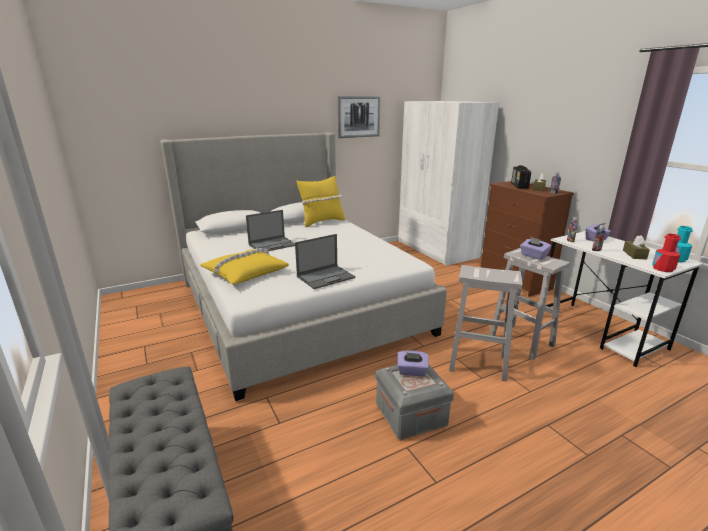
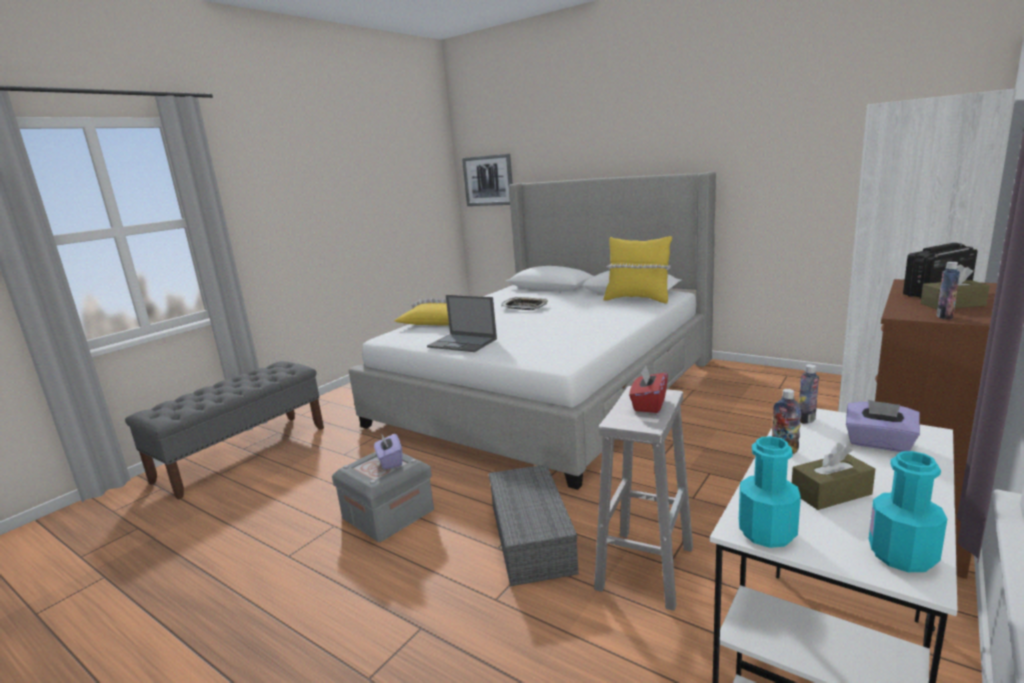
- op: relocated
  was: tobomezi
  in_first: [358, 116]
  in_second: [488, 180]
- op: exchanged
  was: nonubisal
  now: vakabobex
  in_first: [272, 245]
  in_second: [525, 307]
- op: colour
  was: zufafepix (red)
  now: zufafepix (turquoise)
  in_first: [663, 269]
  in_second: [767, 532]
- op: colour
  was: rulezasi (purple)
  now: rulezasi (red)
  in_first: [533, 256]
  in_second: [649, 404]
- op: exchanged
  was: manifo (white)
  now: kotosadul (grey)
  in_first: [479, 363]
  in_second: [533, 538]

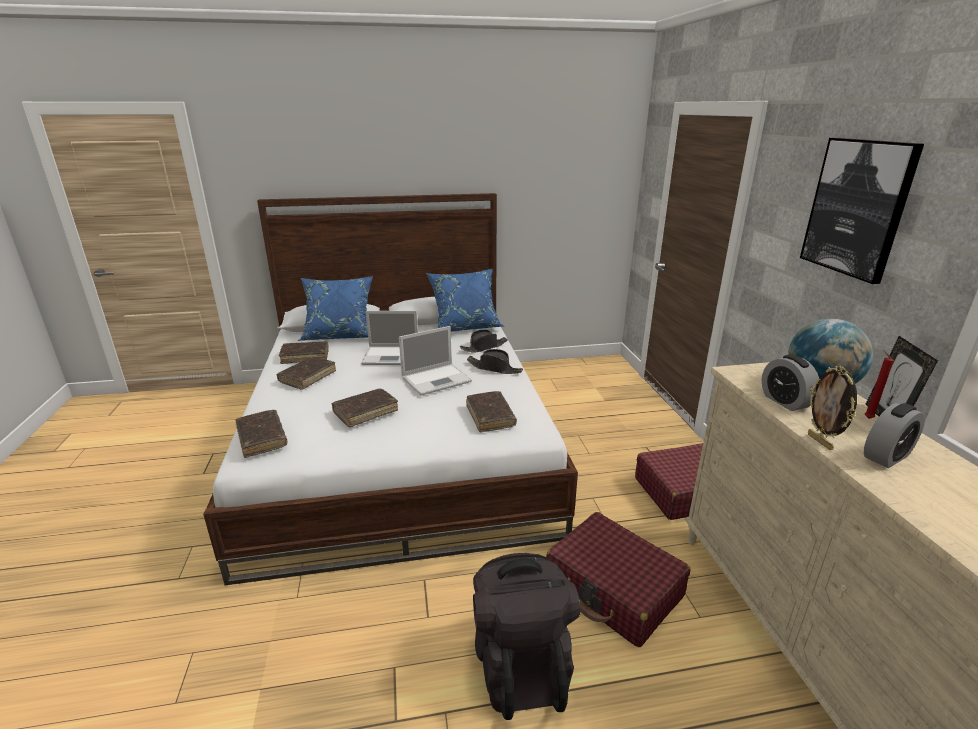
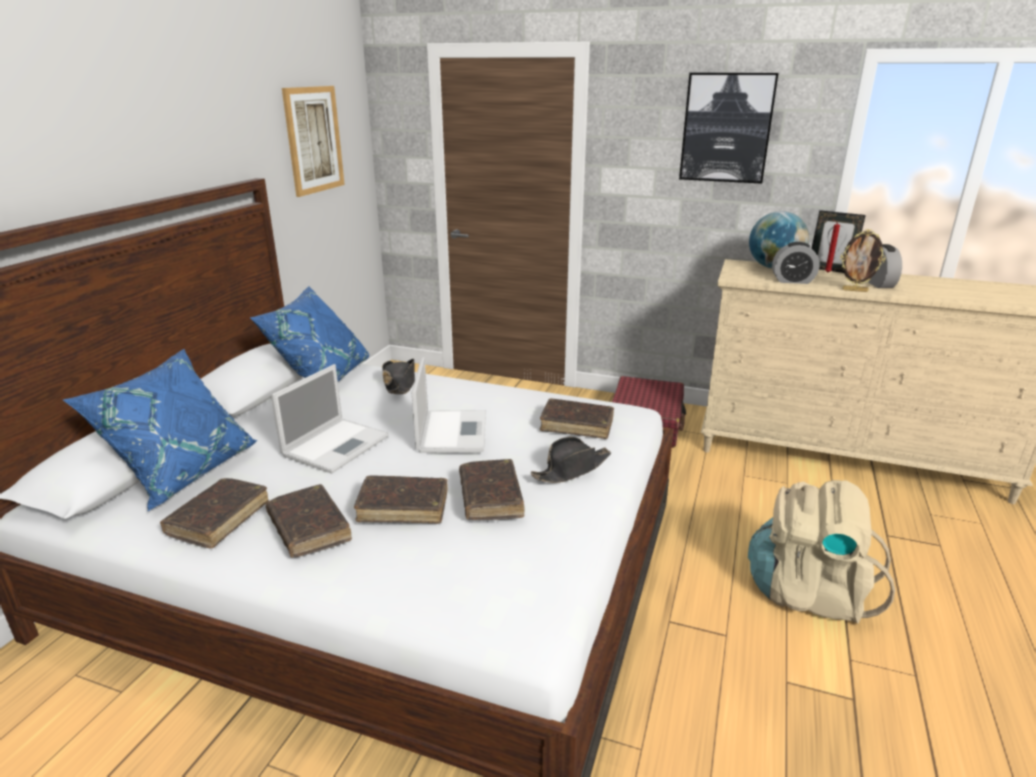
- op: relocated
  was: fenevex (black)
  in_first: [494, 368]
  in_second: [572, 469]
- op: relocated
  was: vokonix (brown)
  in_first: [262, 438]
  in_second: [403, 507]
- op: missing
  was: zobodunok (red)
  in_first: [614, 589]
- op: colour
  was: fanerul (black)
  now: fanerul (beige)
  in_first: [520, 665]
  in_second: [808, 592]
- op: appeared
  now: tobomezi
  in_second: [314, 140]

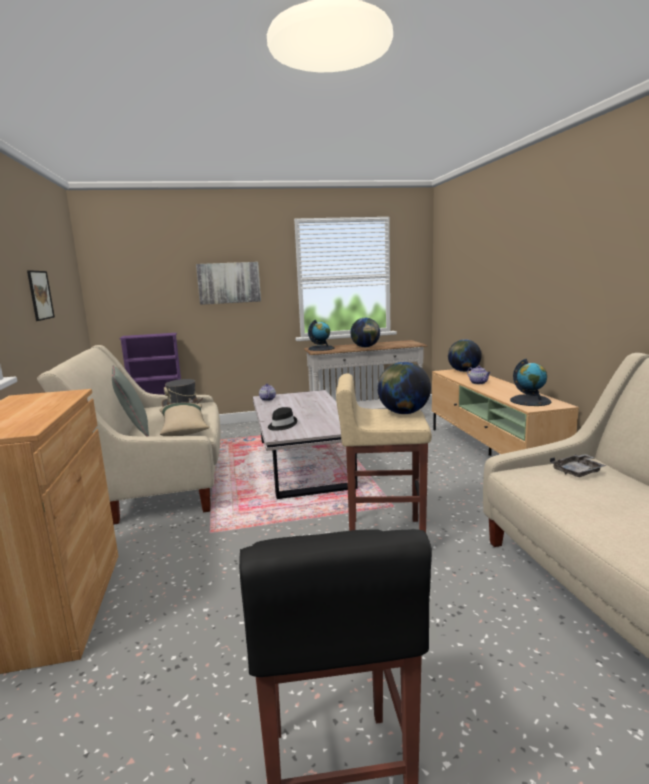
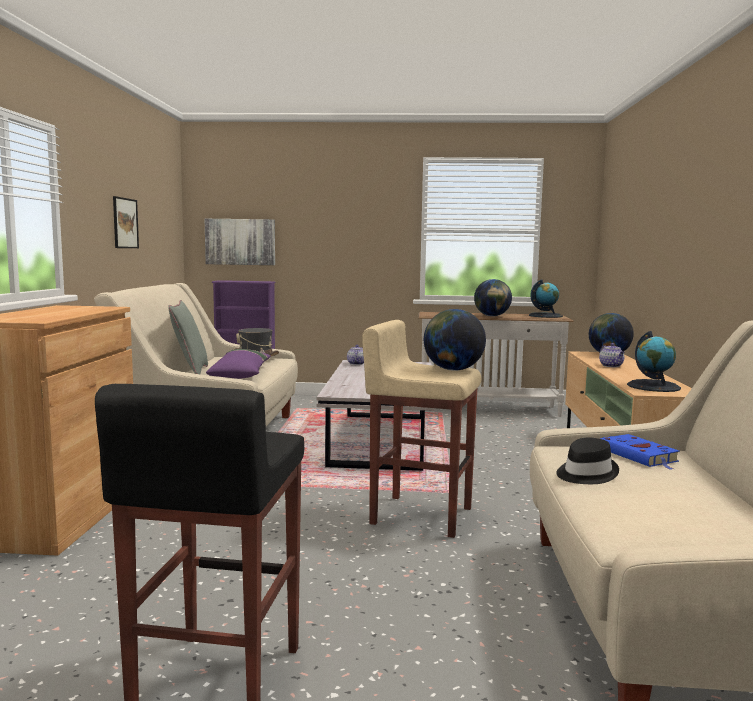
- op: relocated
  was: tobomezi
  in_first: [229, 283]
  in_second: [240, 242]
- op: relocated
  was: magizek
  in_first: [321, 348]
  in_second: [545, 316]
- op: colour
  was: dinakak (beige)
  now: dinakak (purple)
  in_first: [184, 427]
  in_second: [241, 374]
- op: relocated
  was: fenevex (black)
  in_first: [282, 425]
  in_second: [585, 474]
- op: exchanged
  was: vakabobex (grey)
  now: vokonix (blue)
  in_first: [578, 471]
  in_second: [639, 456]

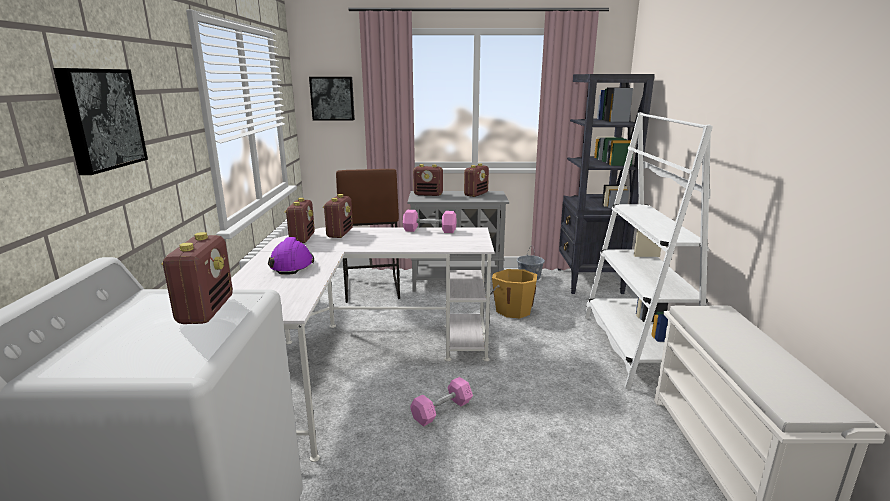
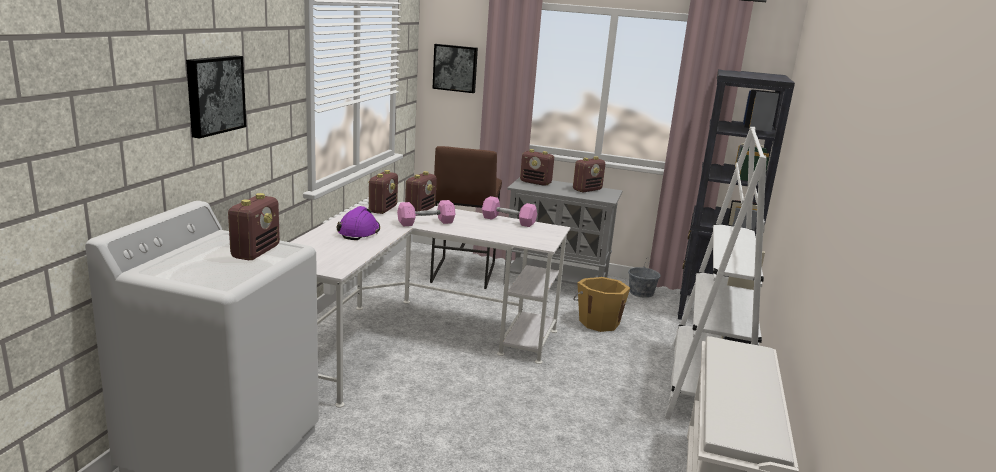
- op: relocated
  was: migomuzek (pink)
  in_first: [442, 410]
  in_second: [426, 222]

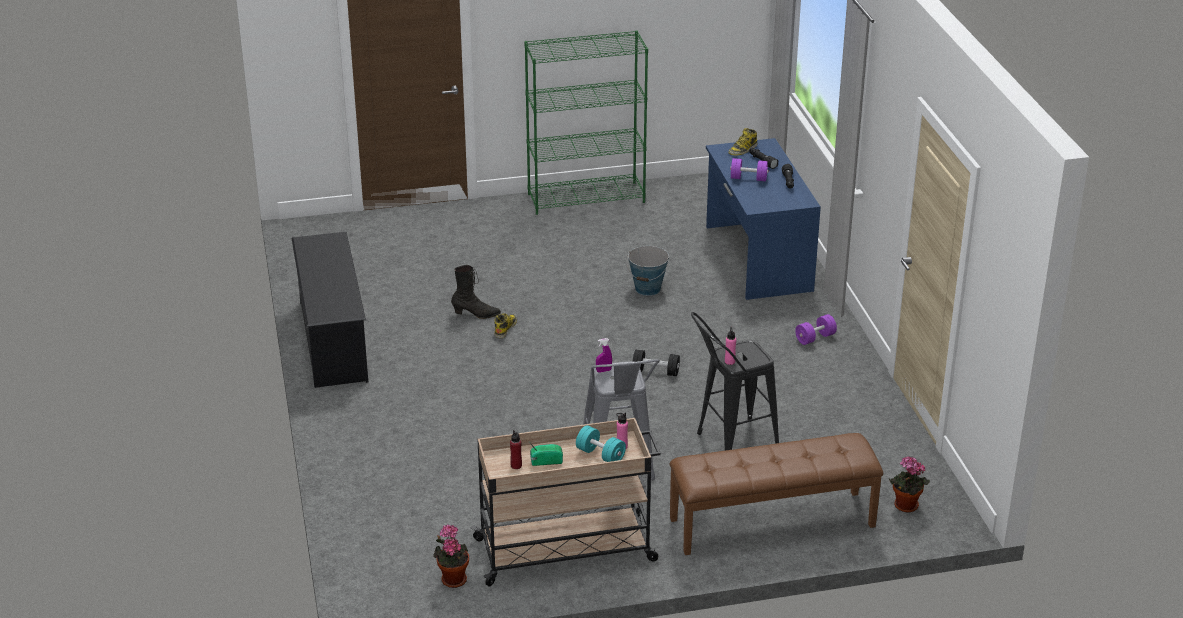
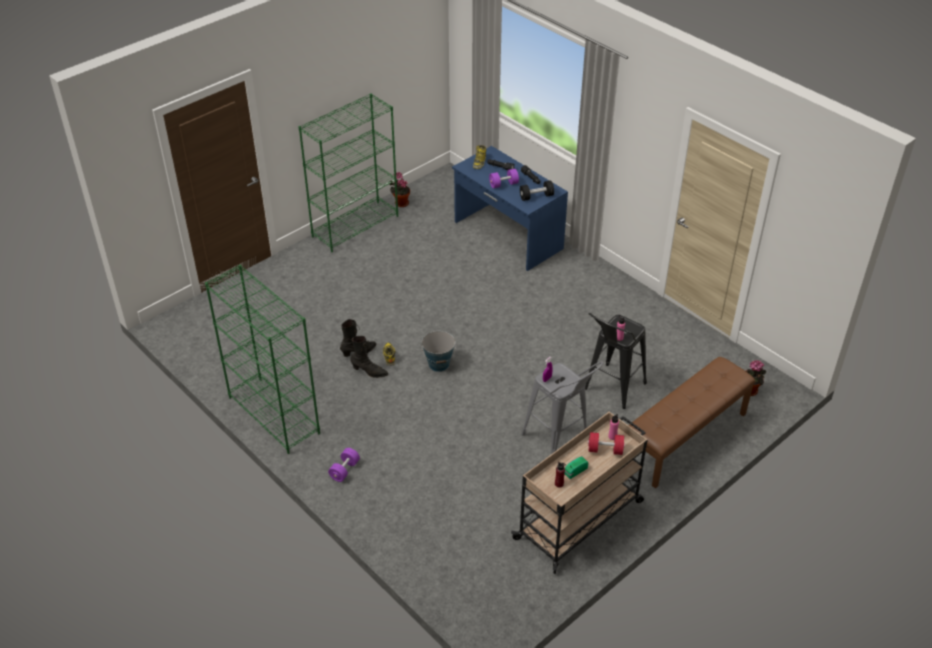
- op: exchanged
  was: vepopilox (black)
  now: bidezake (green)
  in_first: [333, 340]
  in_second: [273, 415]
- op: relocated
  was: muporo
  in_first: [648, 289]
  in_second: [439, 364]
- op: relocated
  was: migomuzek (purple)
  in_first: [815, 338]
  in_second: [344, 470]
- op: relocated
  was: migomuzek (black)
  in_first: [655, 371]
  in_second: [536, 196]
- op: colour
  was: migomuzek (turquoise)
  now: migomuzek (red)
  in_first: [600, 455]
  in_second: [605, 450]
- op: relocated
  was: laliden
  in_first: [452, 578]
  in_second: [400, 203]
- op: appeared
  now: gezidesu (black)
  in_second: [369, 372]

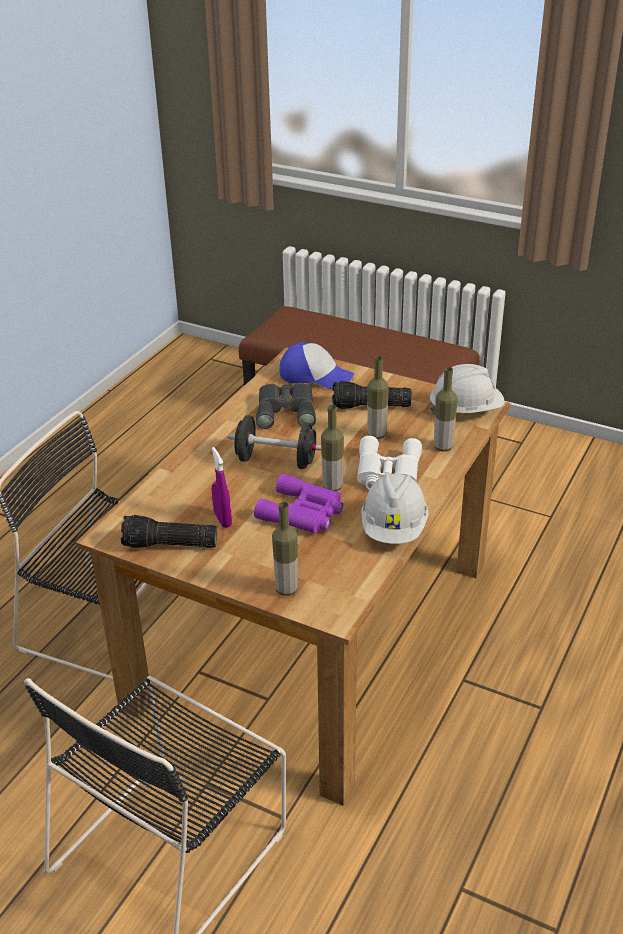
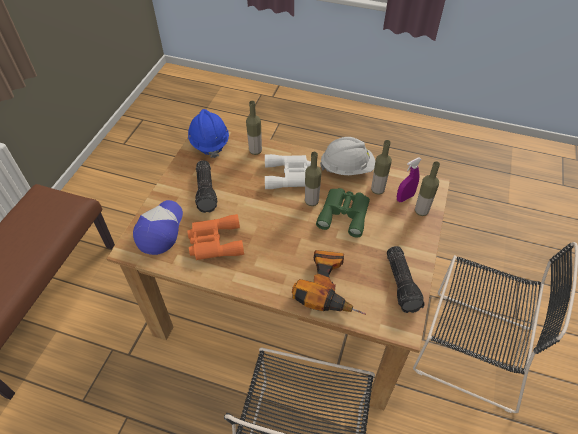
- op: relocated
  was: zufafepix
  in_first: [376, 435]
  in_second: [377, 190]
- op: colour
  was: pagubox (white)
  now: pagubox (blue)
  in_first: [465, 410]
  in_second: [209, 142]
- op: colour
  was: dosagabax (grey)
  now: dosagabax (orange)
  in_first: [286, 410]
  in_second: [214, 242]
- op: missing
  was: migomuzek (black)
  in_first: [276, 461]
- op: relocated
  was: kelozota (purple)
  in_first: [222, 519]
  in_second: [405, 198]
- op: colour
  was: dosagabax (purple)
  now: dosagabax (green)
  in_first: [303, 513]
  in_second: [344, 213]
- op: appeared
  now: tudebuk
  in_second: [329, 287]

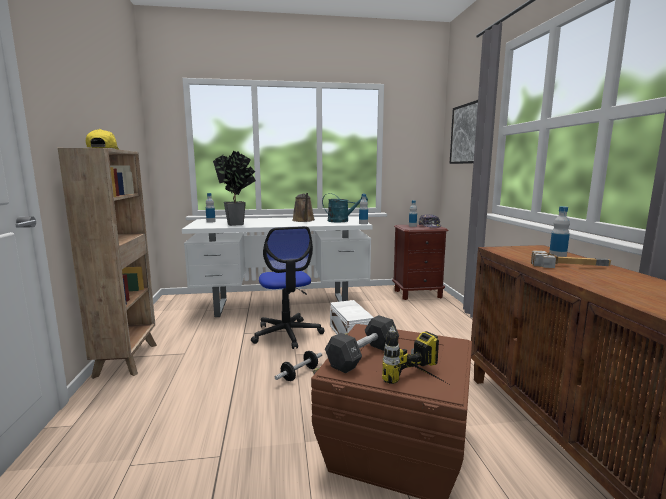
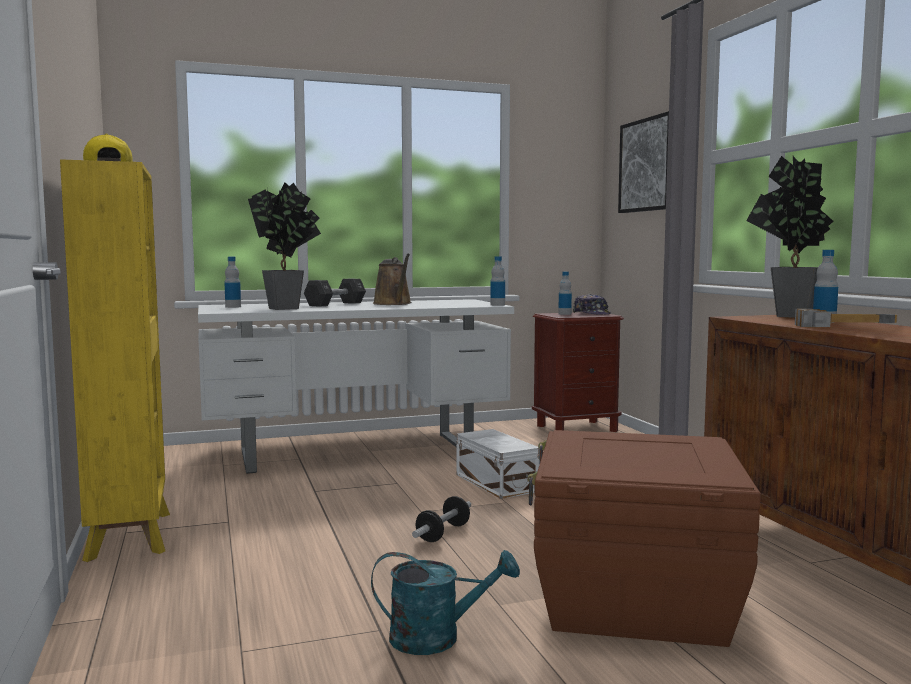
- op: colour
  was: bidezake (brown)
  now: bidezake (yellow)
  in_first: [127, 359]
  in_second: [130, 535]
- op: relocated
  was: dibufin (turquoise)
  in_first: [342, 221]
  in_second: [437, 638]
- op: missing
  was: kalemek
  in_first: [287, 334]
- op: relocated
  was: migomuzek (black)
  in_first: [363, 356]
  in_second: [335, 304]
- op: missing
  was: tudebuk
  in_first: [424, 384]
- op: appeared
  now: laliden
  in_second: [789, 316]

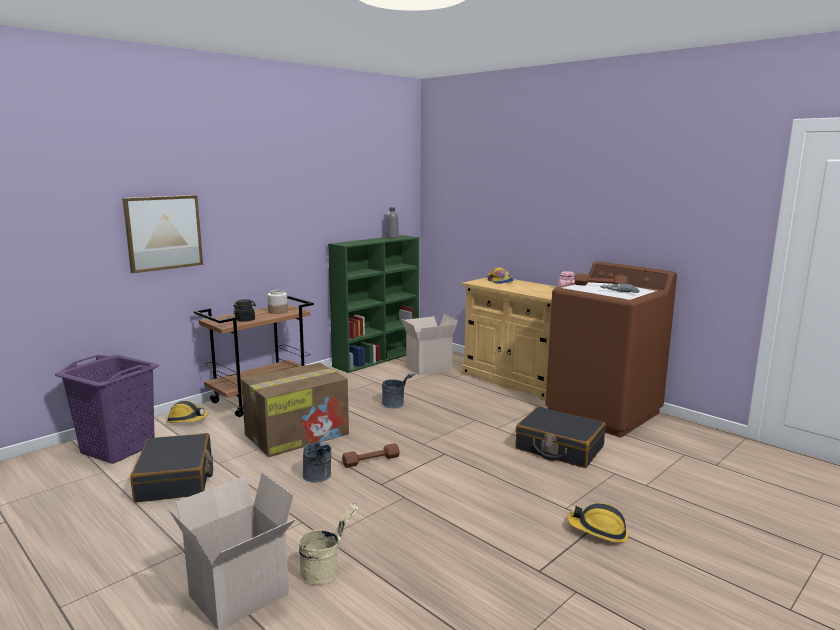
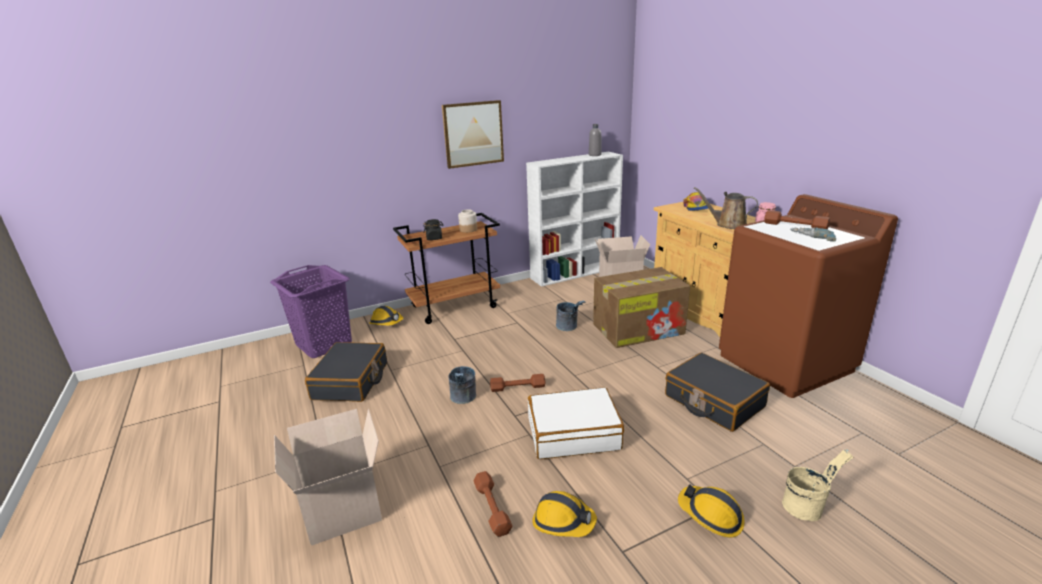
- op: relocated
  was: tobomezi
  in_first: [163, 232]
  in_second: [473, 134]
- op: colour
  was: bidezake (green)
  now: bidezake (white)
  in_first: [377, 358]
  in_second: [575, 273]
- op: relocated
  was: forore
  in_first: [298, 434]
  in_second: [639, 329]
- op: relocated
  was: muporo (beige)
  in_first: [326, 570]
  in_second: [807, 506]
- op: appeared
  now: dibufin (brown)
  in_second: [728, 225]
- op: appeared
  now: zobodunok (white)
  in_second: [573, 433]
- op: appeared
  now: migomuzek (brown)
  in_second: [492, 508]
- op: appeared
  now: pagubox
  in_second: [563, 521]

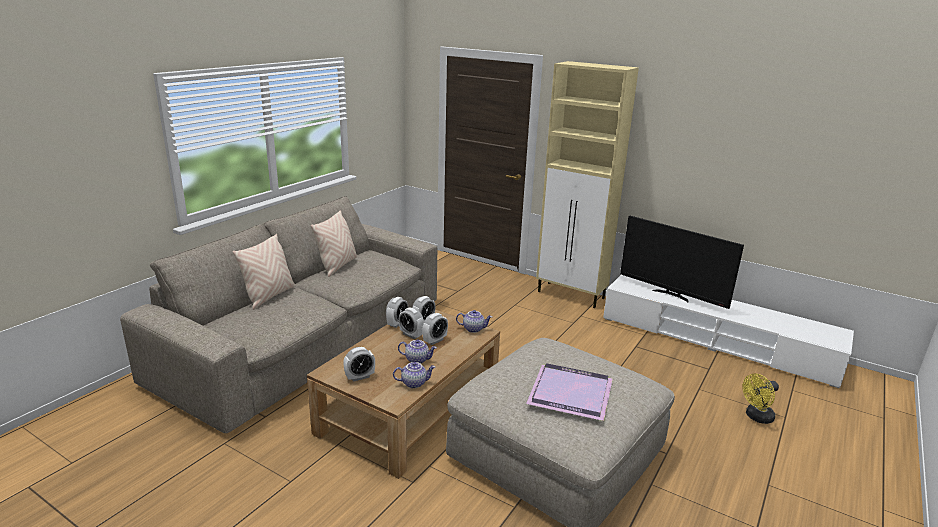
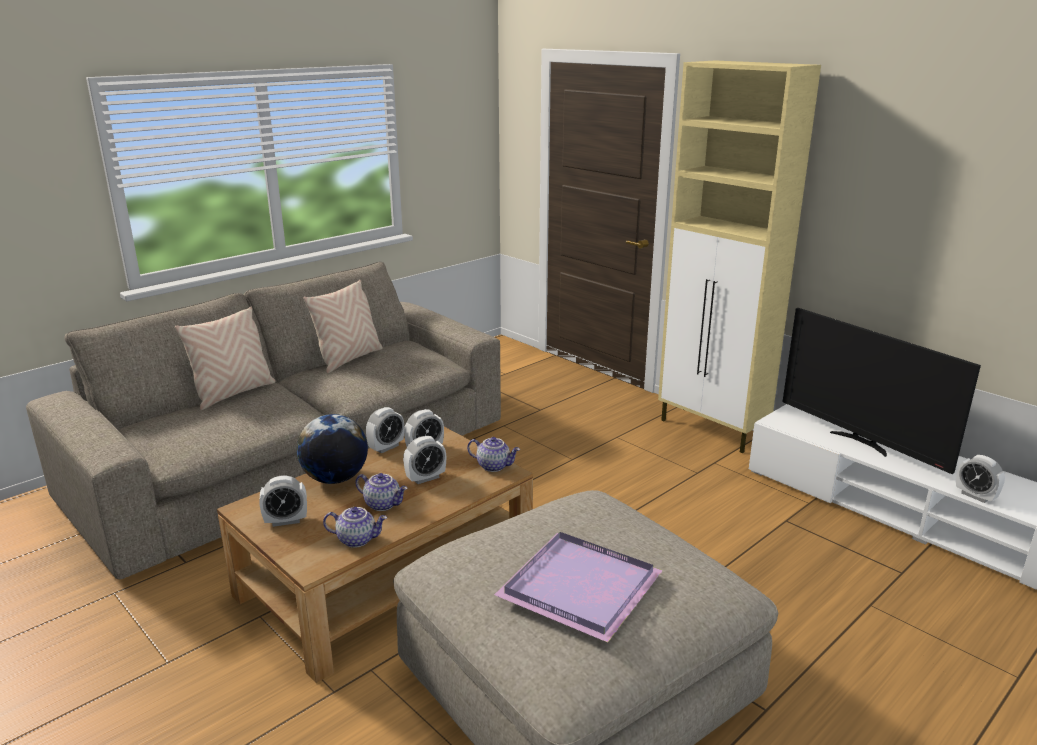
- op: relocated
  was: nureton
  in_first: [411, 335]
  in_second: [975, 496]
- op: missing
  was: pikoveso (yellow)
  in_first: [756, 417]
- op: appeared
  now: magizek
  in_second: [335, 479]

